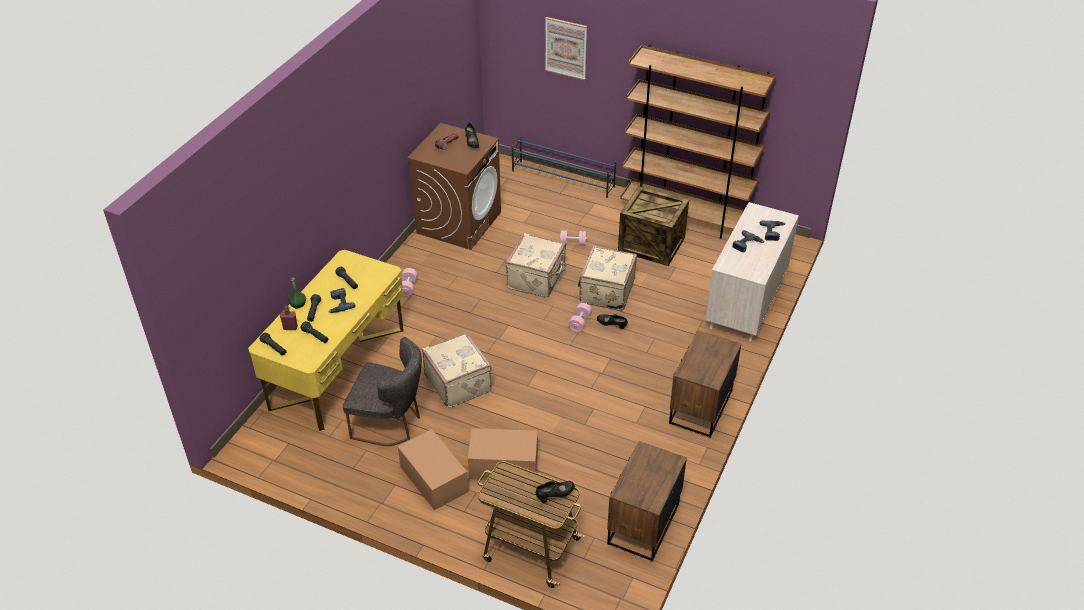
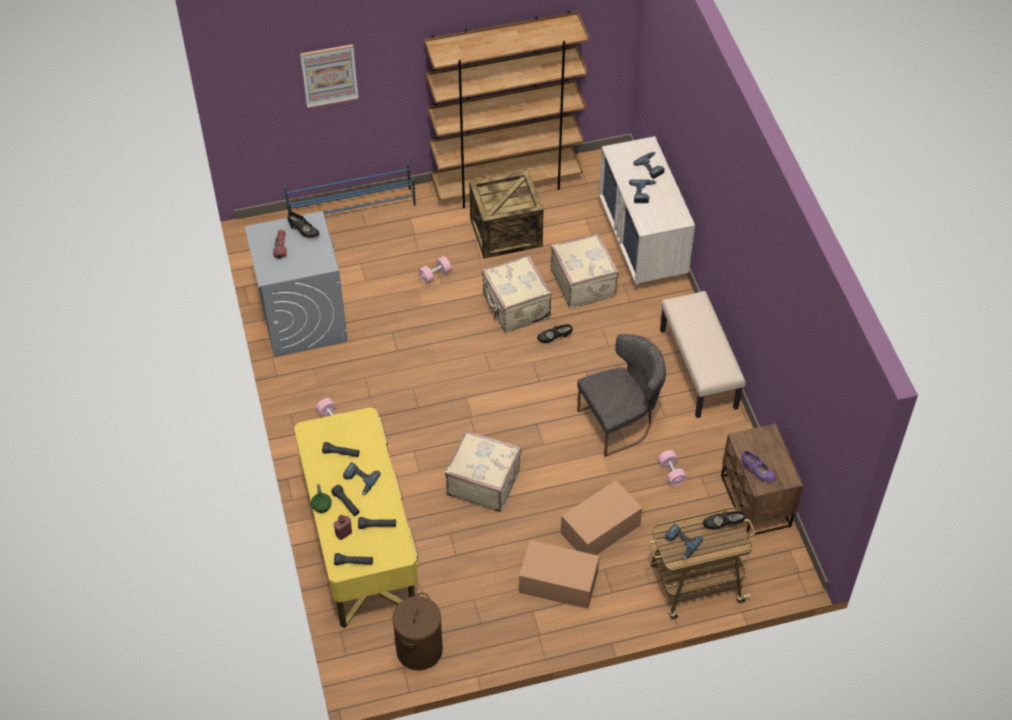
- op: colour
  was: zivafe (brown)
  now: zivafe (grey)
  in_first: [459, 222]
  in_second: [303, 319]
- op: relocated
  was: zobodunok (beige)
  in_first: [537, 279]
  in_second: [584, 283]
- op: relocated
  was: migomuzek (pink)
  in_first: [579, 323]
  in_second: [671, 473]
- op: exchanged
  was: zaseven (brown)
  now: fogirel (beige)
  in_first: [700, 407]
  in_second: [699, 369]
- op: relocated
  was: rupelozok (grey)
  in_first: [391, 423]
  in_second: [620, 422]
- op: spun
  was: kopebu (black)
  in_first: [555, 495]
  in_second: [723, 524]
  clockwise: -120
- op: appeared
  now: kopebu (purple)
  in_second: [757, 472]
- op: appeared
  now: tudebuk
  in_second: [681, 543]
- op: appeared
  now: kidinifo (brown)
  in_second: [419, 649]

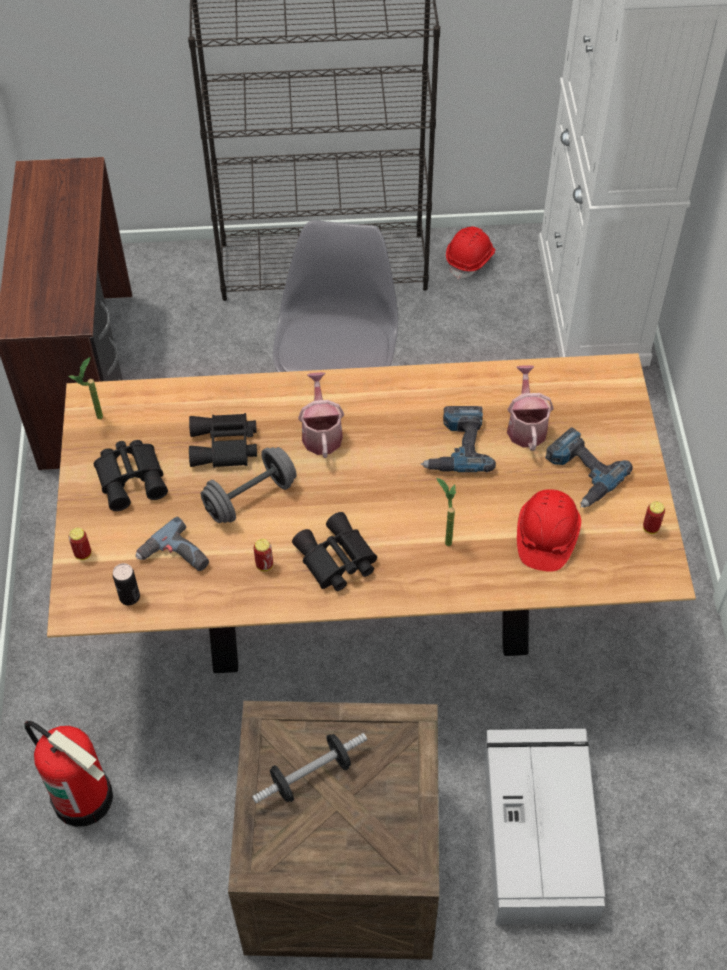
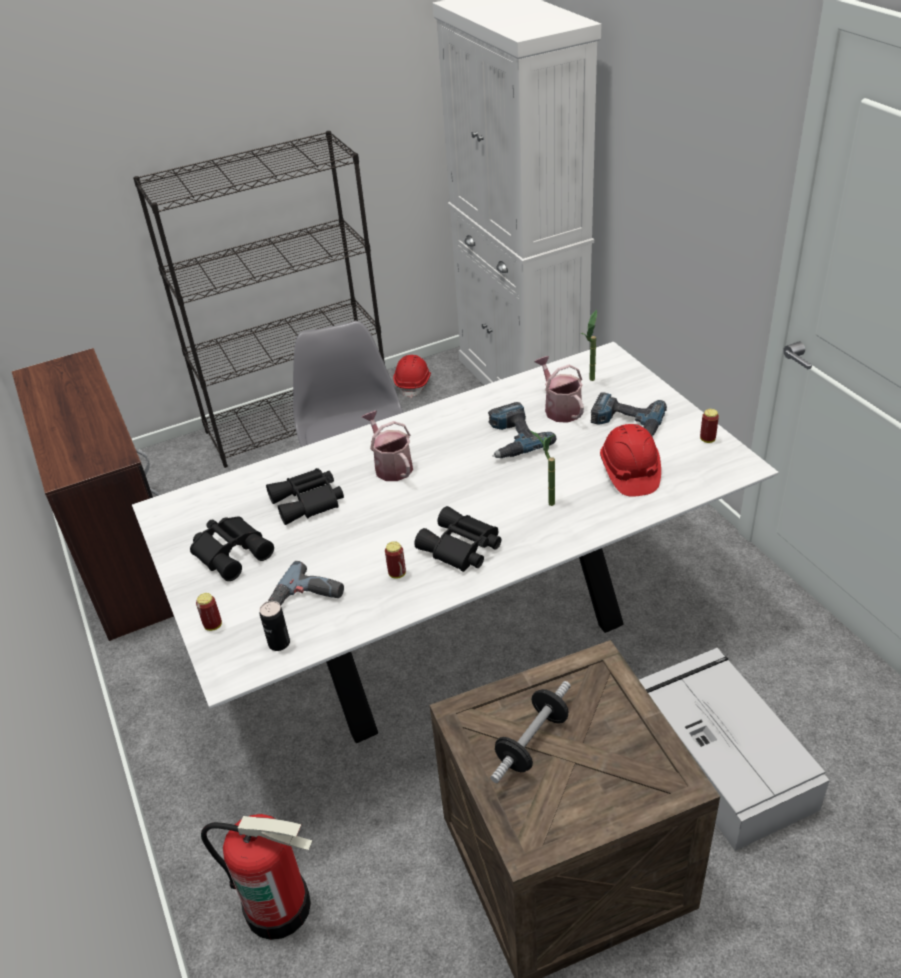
- op: colour
  was: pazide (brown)
  now: pazide (white)
  in_first: [364, 603]
  in_second: [463, 638]
- op: relocated
  was: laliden
  in_first: [95, 420]
  in_second: [591, 382]
- op: missing
  was: migomuzek (grey)
  in_first: [250, 498]

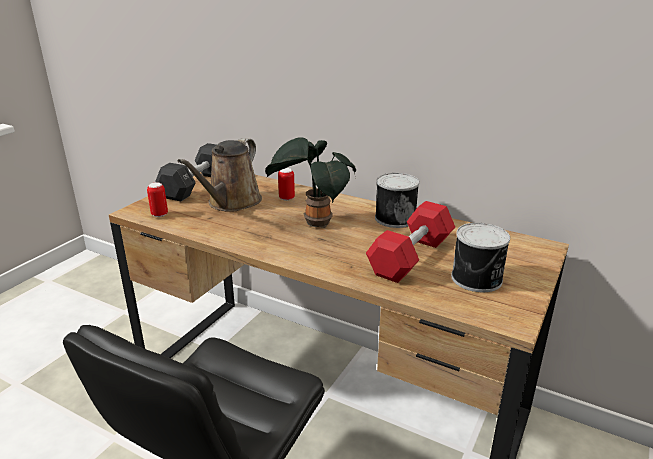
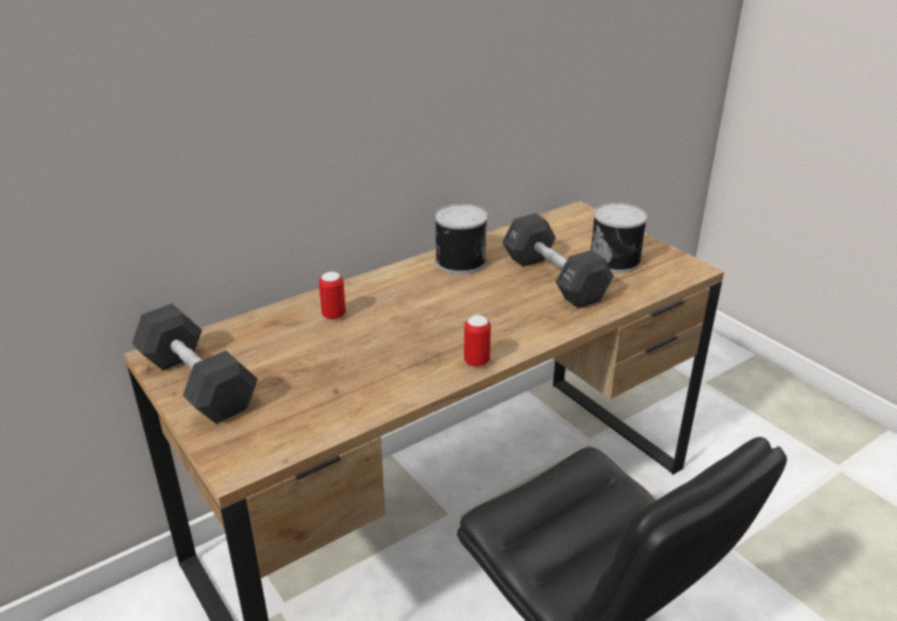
- op: missing
  was: laliden
  in_first: [314, 223]
- op: missing
  was: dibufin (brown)
  in_first: [231, 203]
- op: relocated
  was: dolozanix
  in_first: [159, 214]
  in_second: [476, 362]
- op: colour
  was: migomuzek (red)
  now: migomuzek (black)
  in_first: [411, 257]
  in_second: [554, 279]

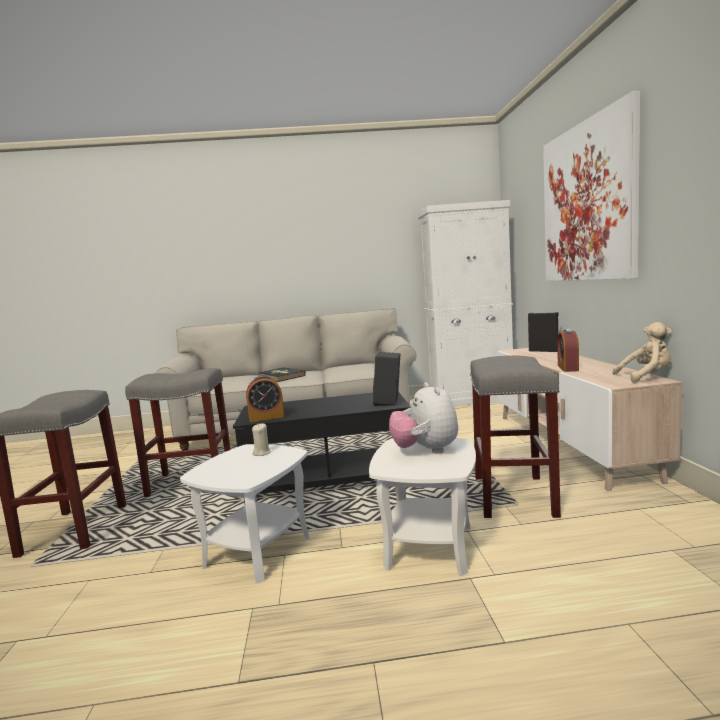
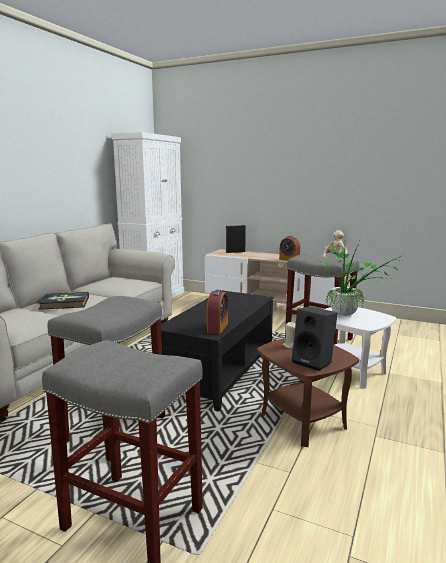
- op: missing
  was: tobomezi
  in_first: [588, 203]
- op: relocated
  was: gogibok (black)
  in_first: [389, 402]
  in_second: [314, 362]
- op: exchanged
  was: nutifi
  now: laliden
  in_first: [426, 451]
  in_second: [349, 314]
- op: colour
  was: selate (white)
  now: selate (brown)
  in_first: [257, 550]
  in_second: [302, 421]

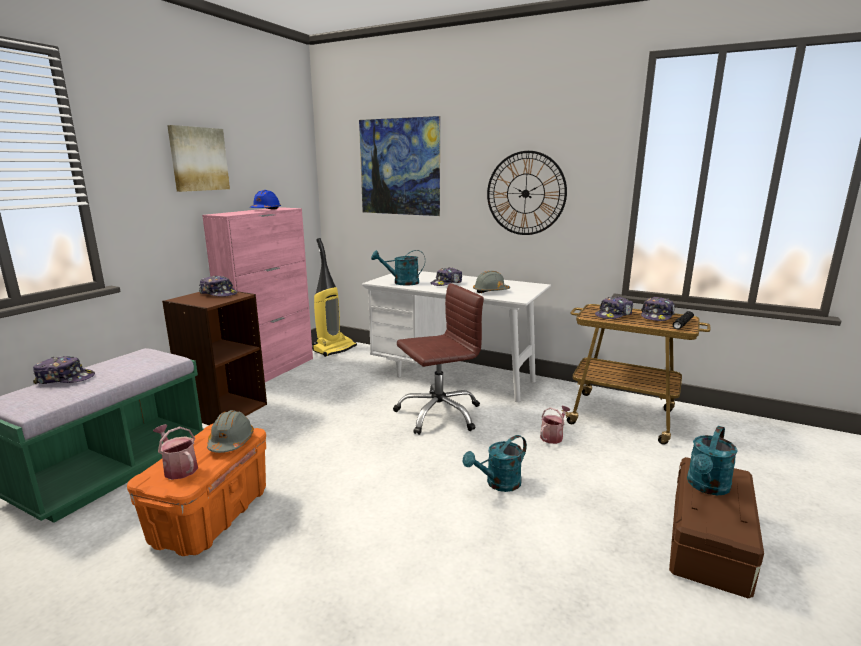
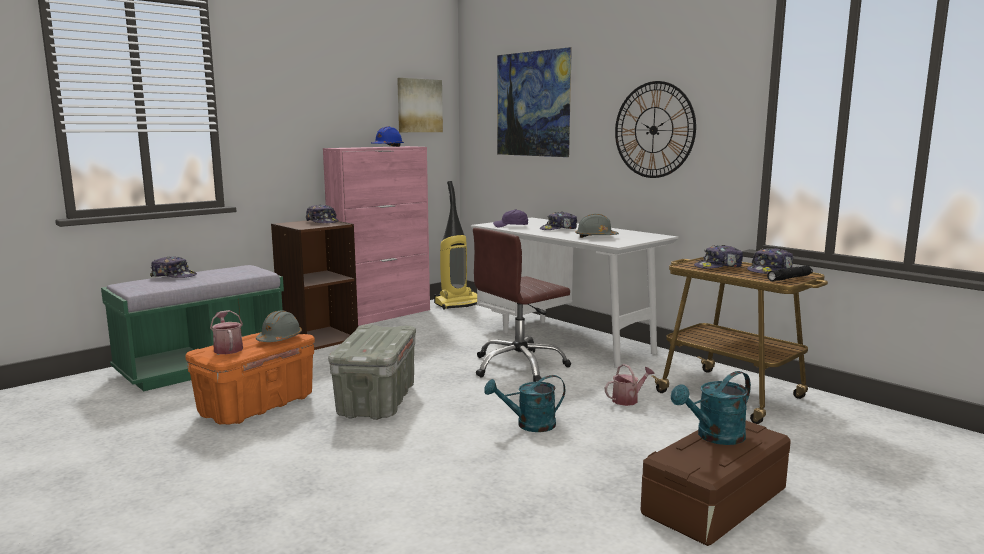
- op: relocated
  was: tobomezi
  in_first: [198, 159]
  in_second: [419, 105]
- op: exchanged
  was: dibufin (turquoise)
  now: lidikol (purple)
  in_first: [401, 283]
  in_second: [511, 226]
- op: spun
  was: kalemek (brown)
  in_first: [438, 414]
  in_second: [519, 366]
  clockwise: 150
- op: appeared
  now: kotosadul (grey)
  in_second: [376, 400]

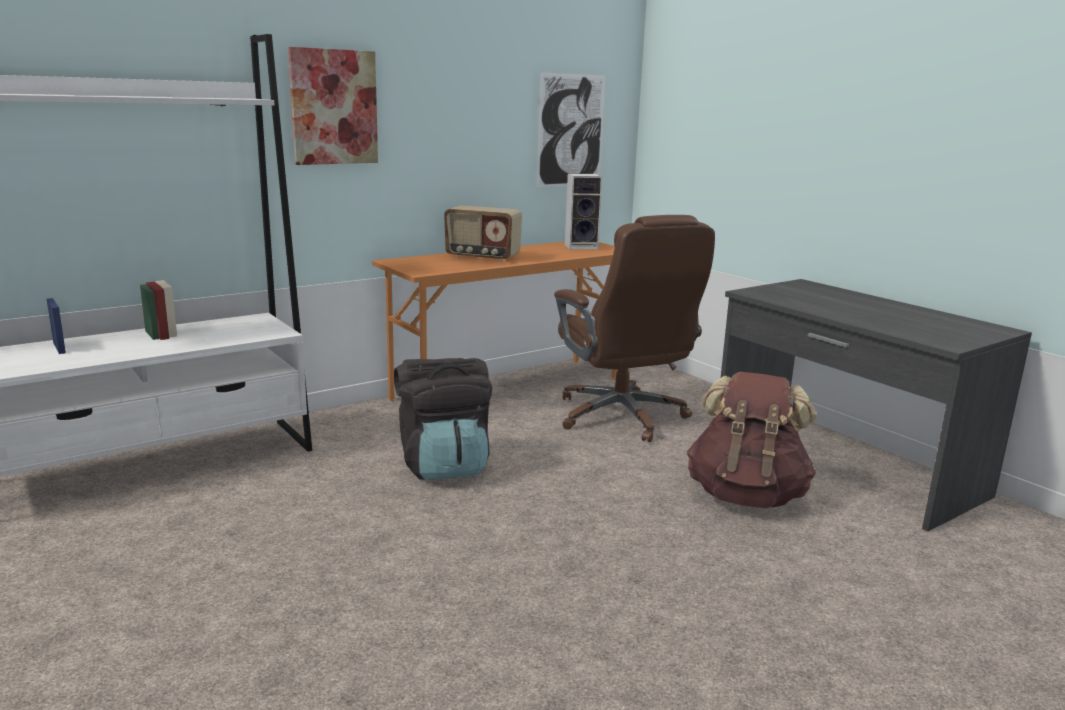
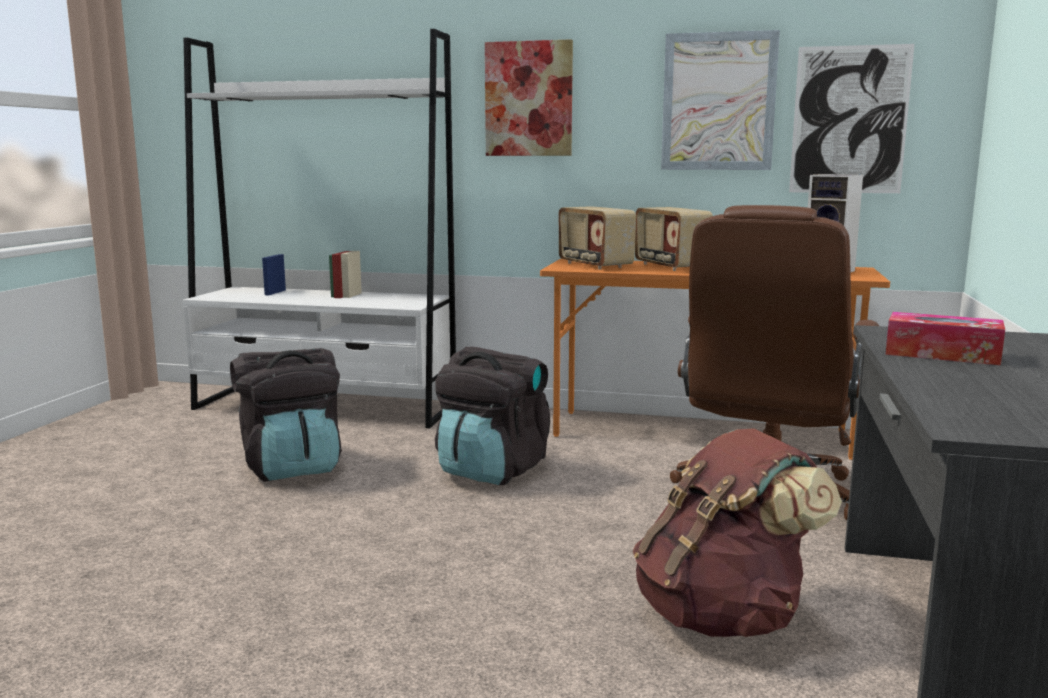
- op: appeared
  now: tobomezi
  in_second: [718, 102]
- op: appeared
  now: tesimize
  in_second: [594, 265]
- op: appeared
  now: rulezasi
  in_second: [942, 354]
- op: appeared
  now: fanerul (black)
  in_second: [292, 467]

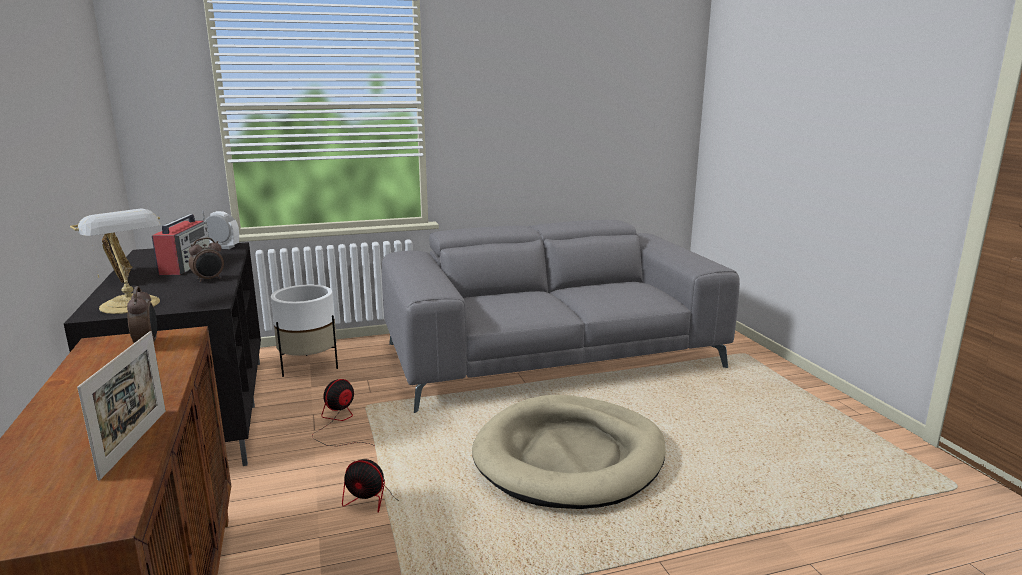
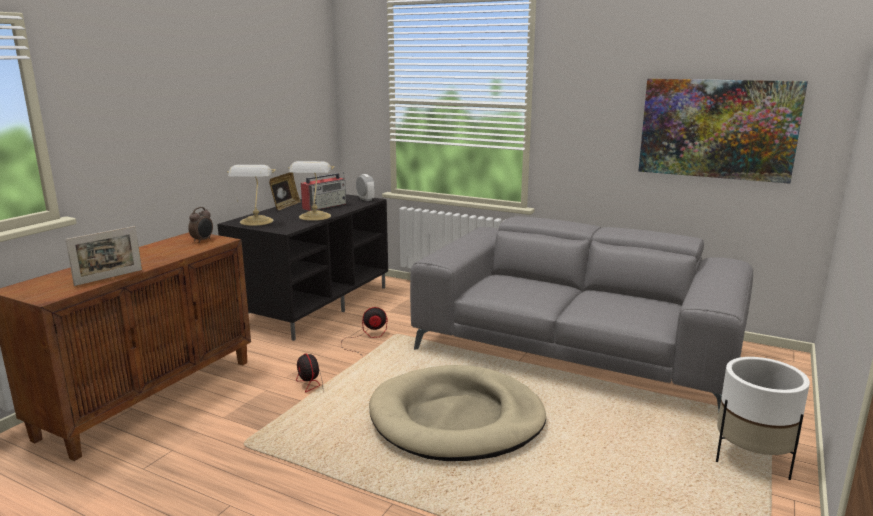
- op: exchanged
  was: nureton
  now: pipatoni
  in_first: [209, 279]
  in_second: [314, 217]
- op: relocated
  was: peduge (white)
  in_first: [309, 366]
  in_second: [752, 460]
- op: appeared
  now: tobomezi
  in_second: [717, 129]

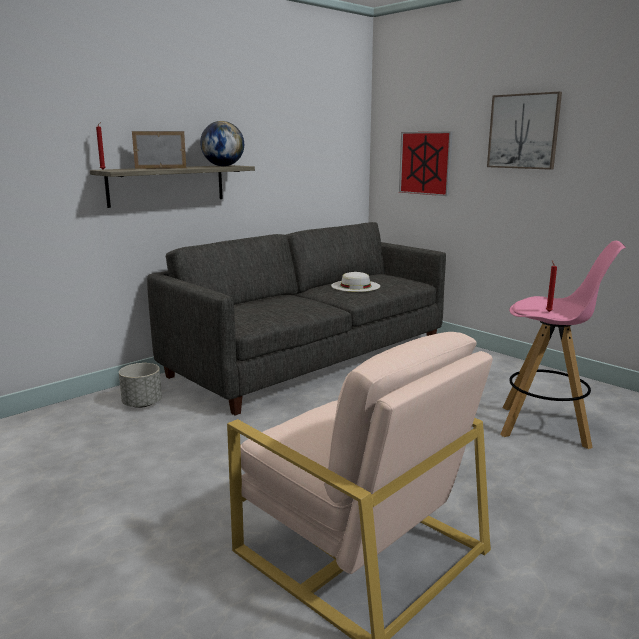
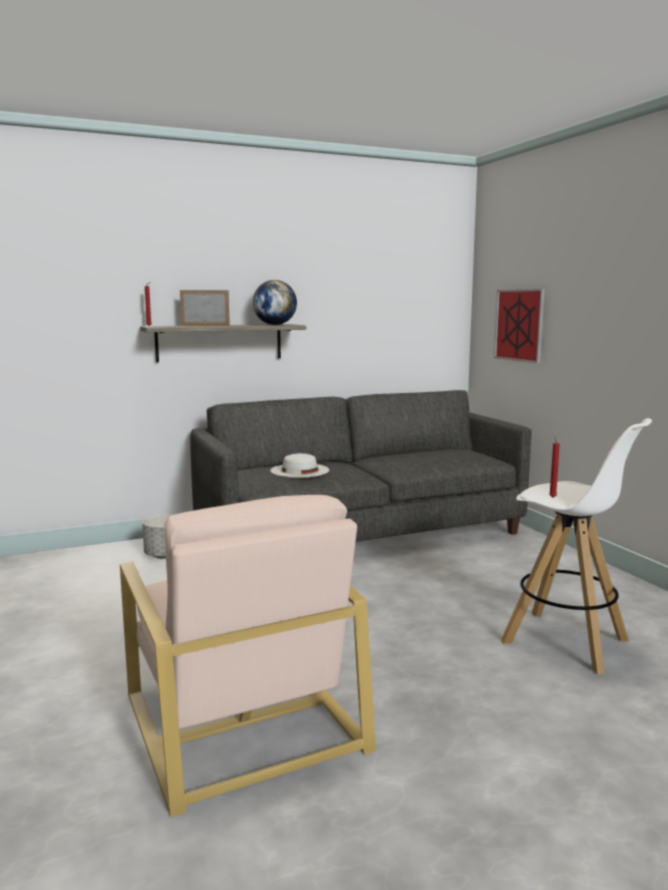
- op: missing
  was: tobomezi
  in_first: [523, 131]
- op: colour
  was: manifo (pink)
  now: manifo (white)
  in_first: [546, 427]
  in_second: [566, 641]
- op: relocated
  was: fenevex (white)
  in_first: [355, 286]
  in_second: [300, 470]

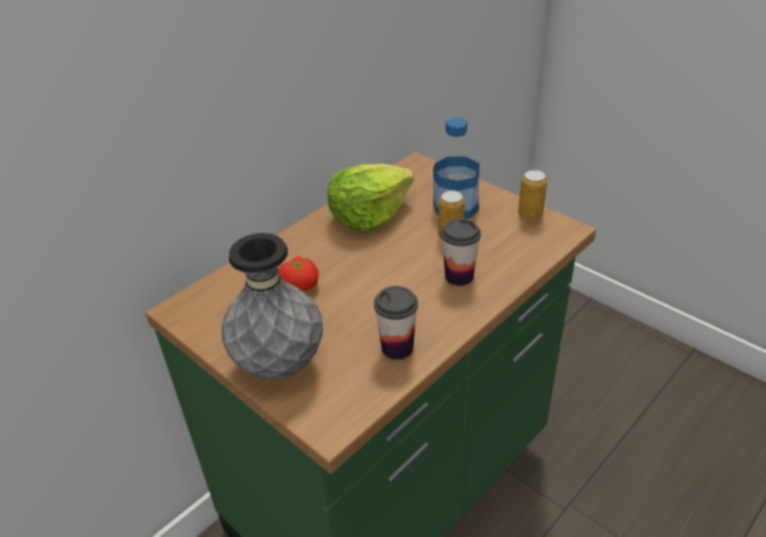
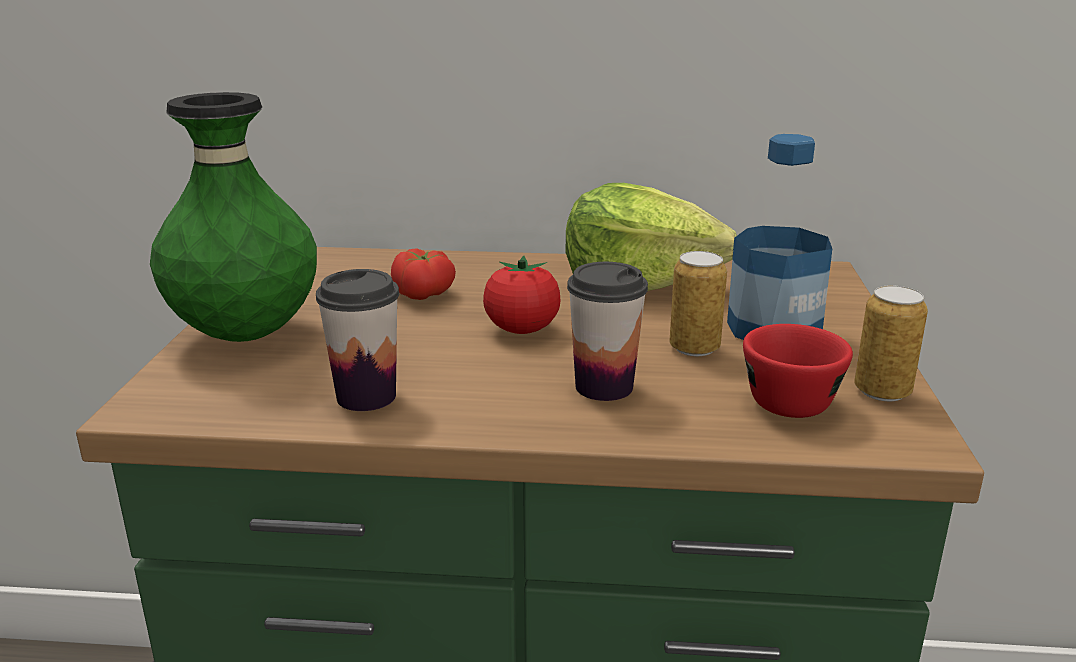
- op: colour
  was: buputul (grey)
  now: buputul (green)
  in_first: [279, 365]
  in_second: [246, 336]
- op: appeared
  now: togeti
  in_second: [522, 330]
- op: appeared
  now: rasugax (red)
  in_second: [789, 397]

